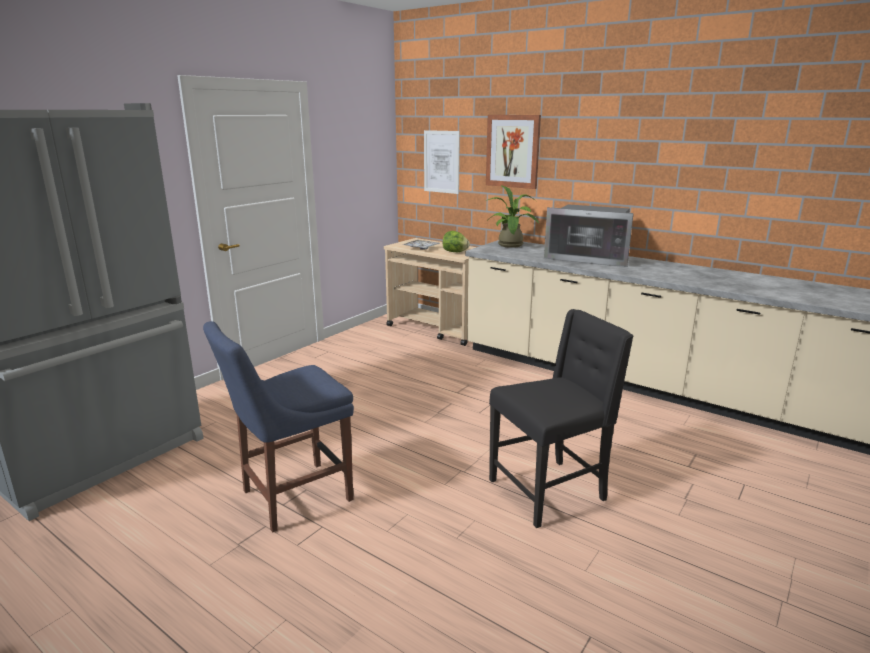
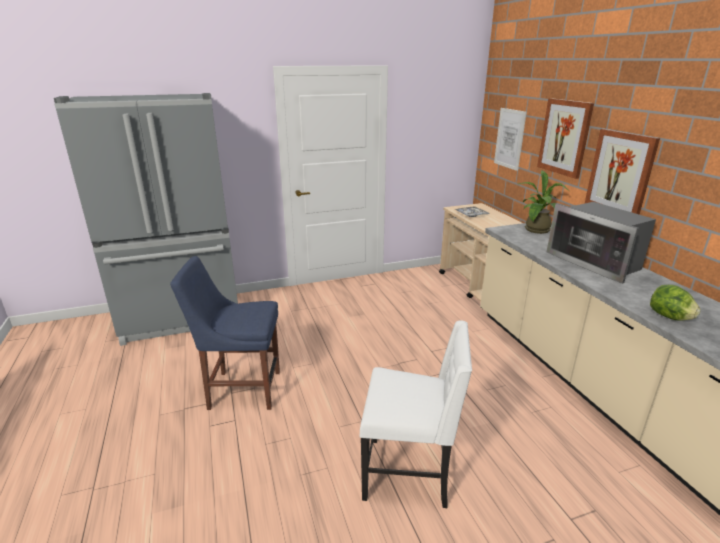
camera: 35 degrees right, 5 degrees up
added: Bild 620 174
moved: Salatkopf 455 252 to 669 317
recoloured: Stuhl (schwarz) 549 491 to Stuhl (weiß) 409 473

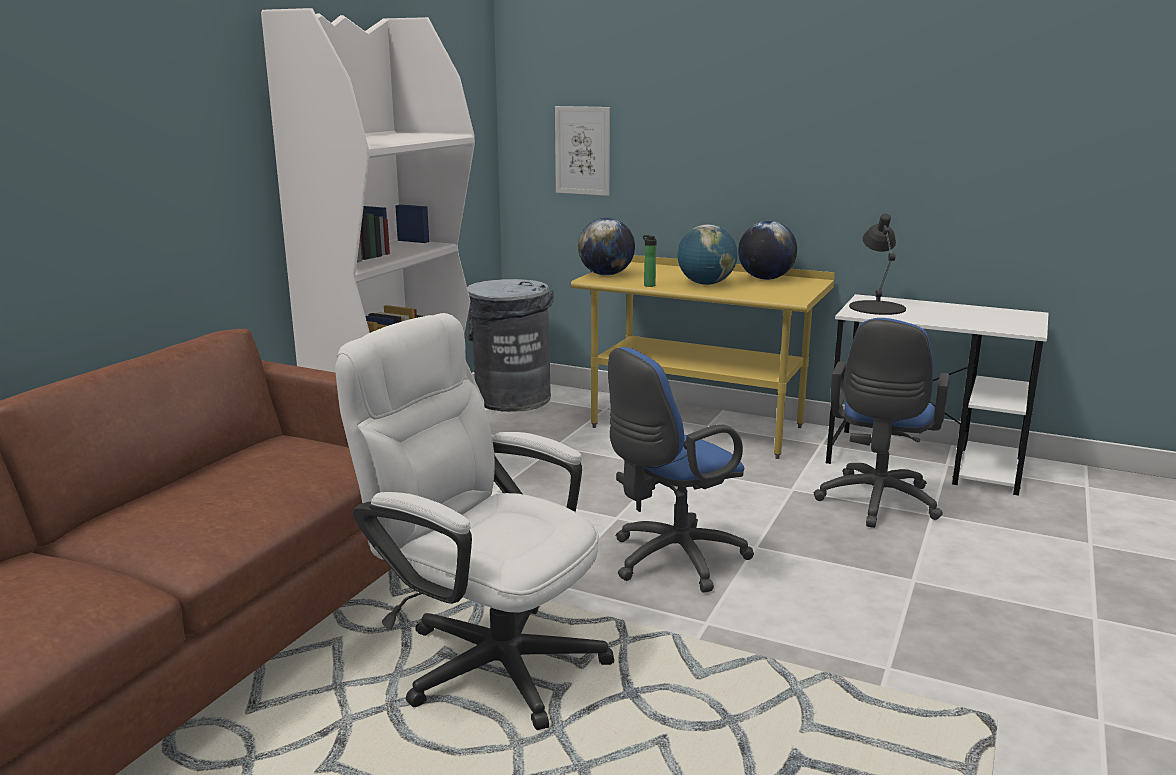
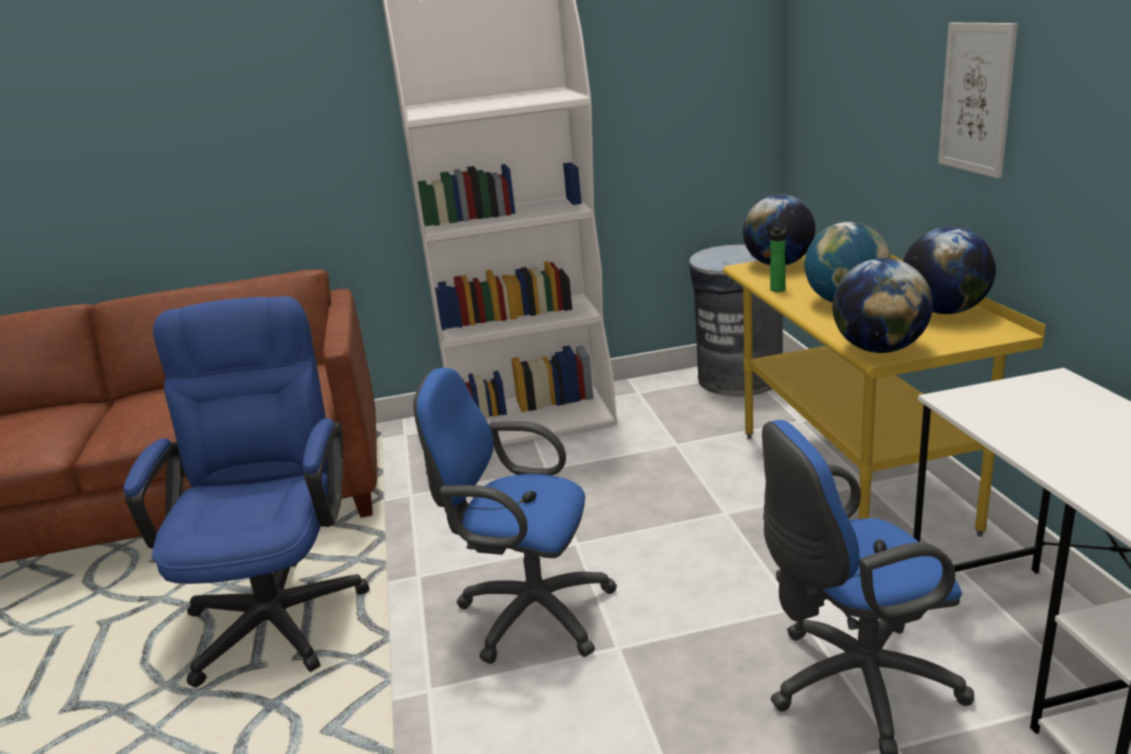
camera: 55 degrees right, 5 degrees up
removed: Tischlampe (schwarz) 877 307
added: Globus 879 349
moved: Bild 582 150 to 976 98
recoloured: Bürostuhl (weiß) 485 657 to Bürostuhl (blau) 280 608

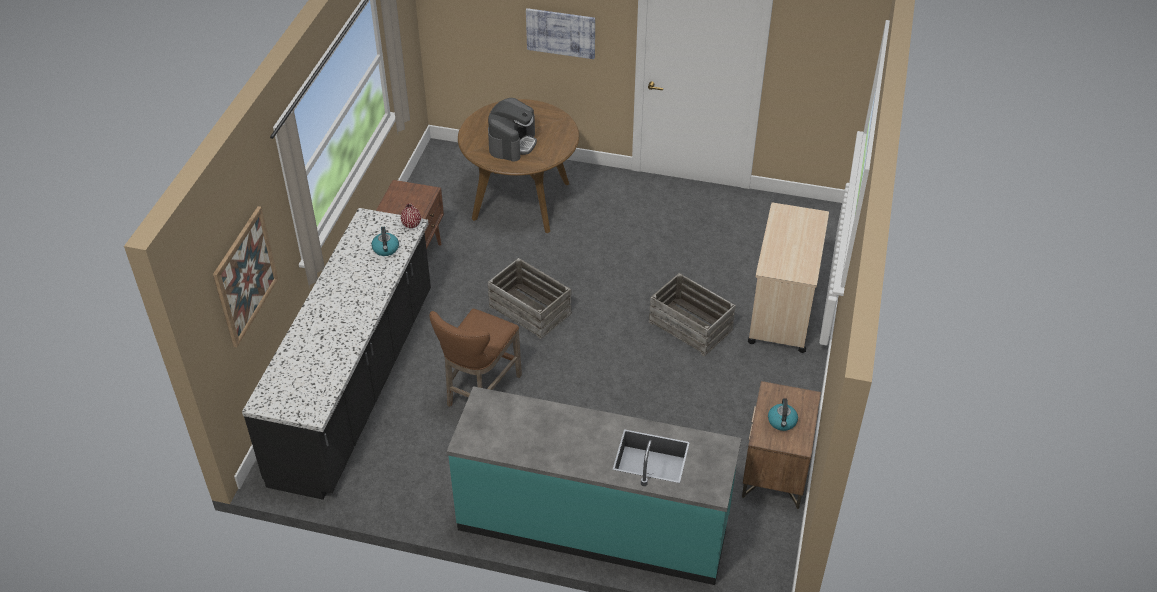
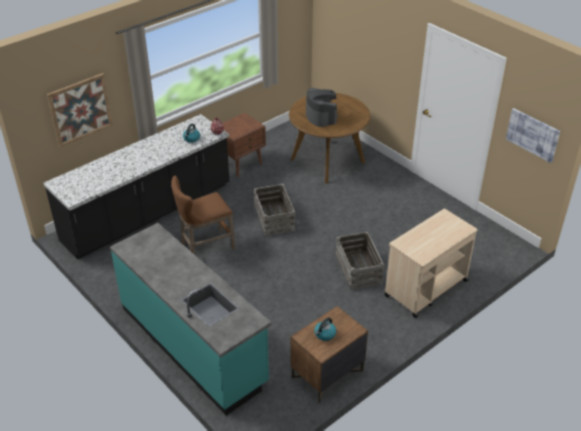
camera: 35 degrees right, 5 degrees down
moved: Bild 561 32 to 532 134
turned: Kaffeemaschine 512 143 = 321 116 75 degrees counterclockwise

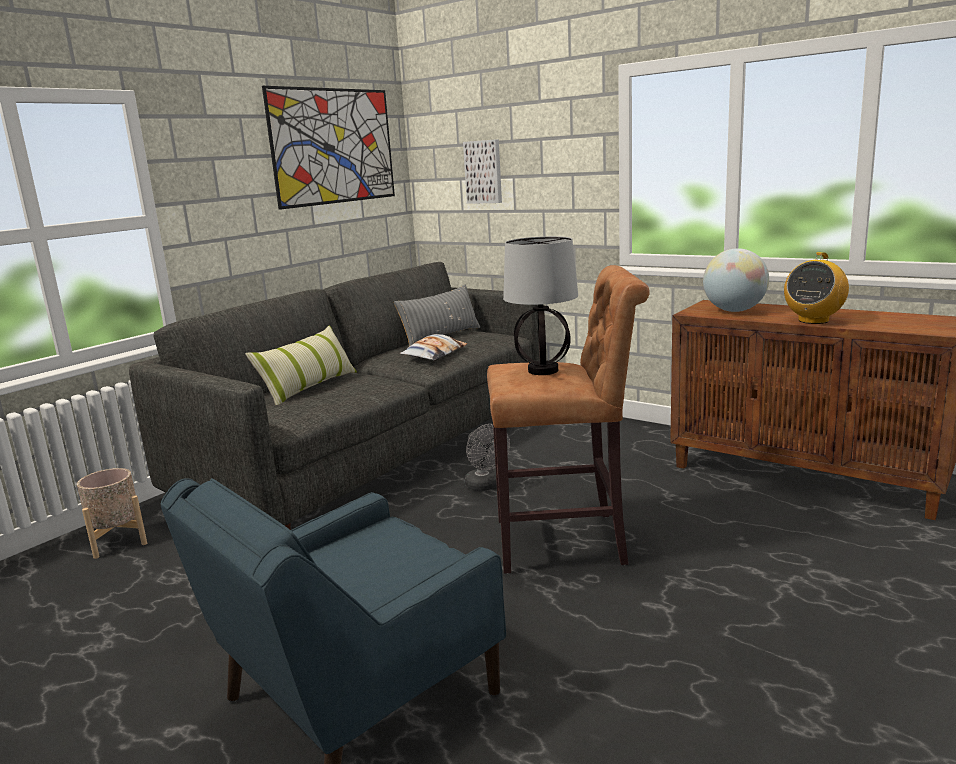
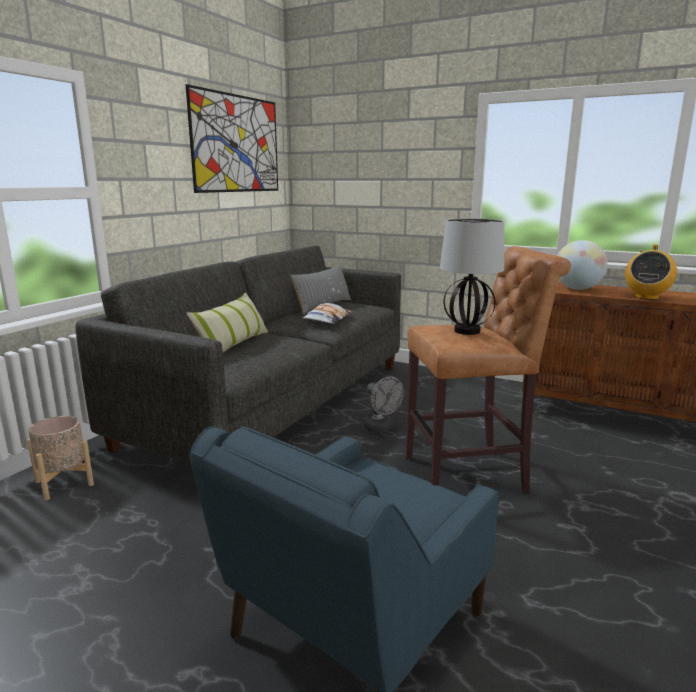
camera: 10 degrees left, 0 degrees up
removed: Bild 484 172

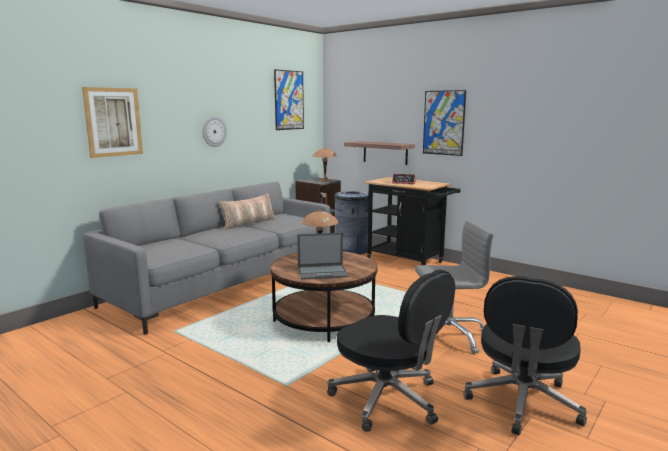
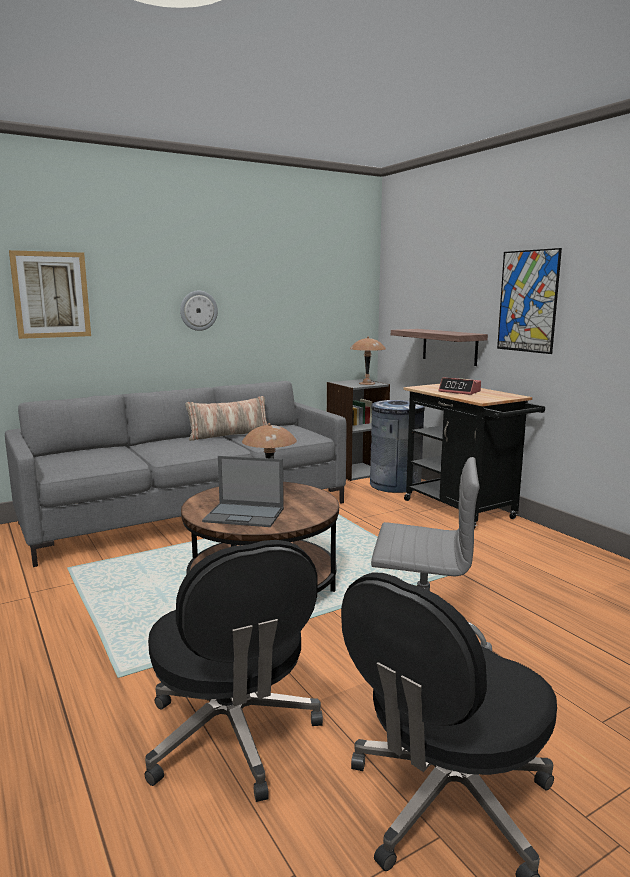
camera: 20 degrees right, 0 degrees up
removed: Bild 289 100

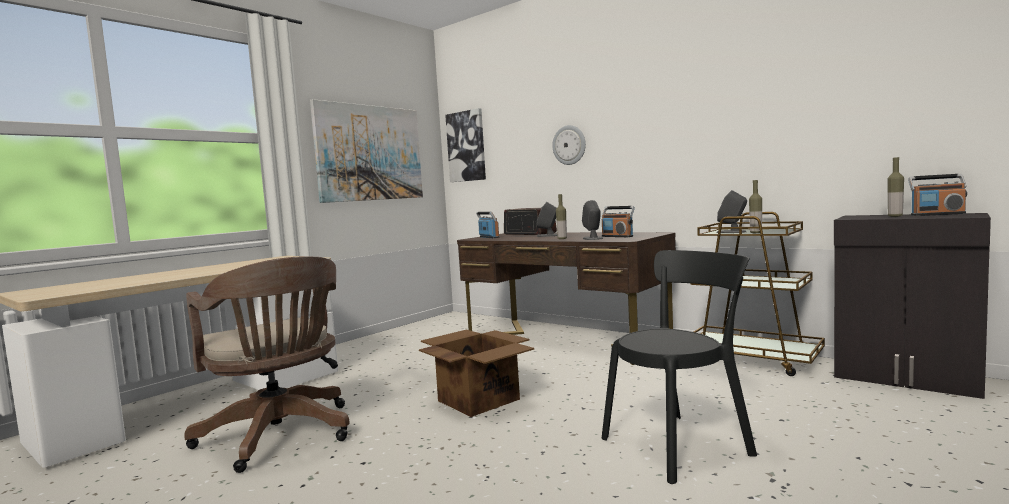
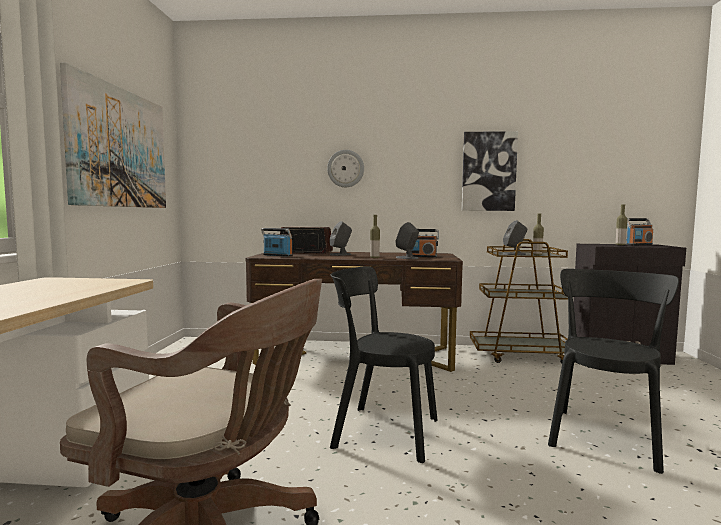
camera: 35 degrees left, 0 degrees up
moved: Bild 466 146 to 488 171
replaced: Karton 478 399 to Stuhl (schwarz) 380 432

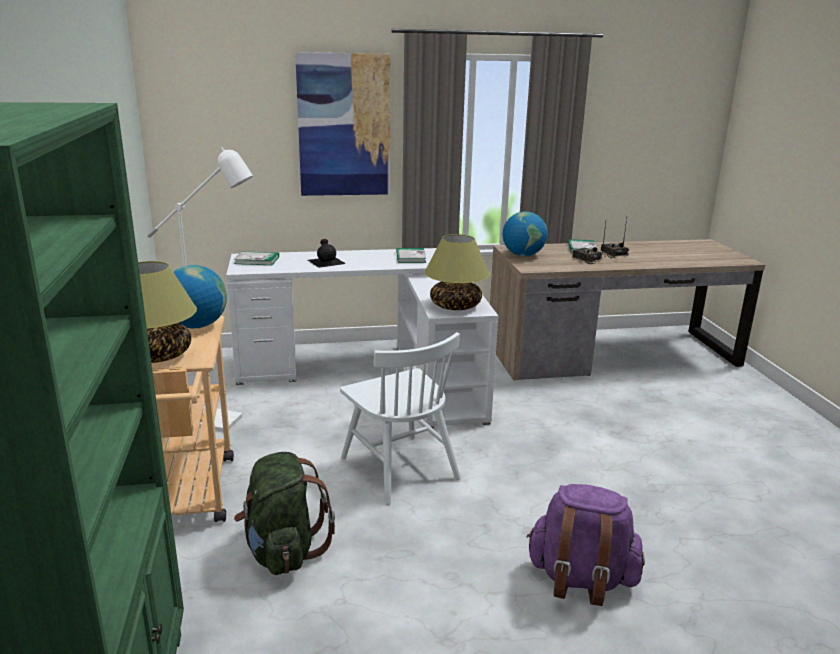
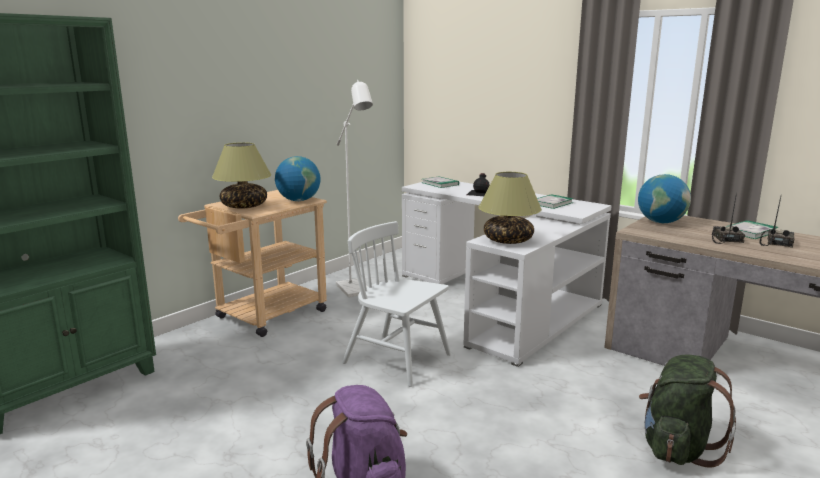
camera: 50 degrees right, 5 degrees down
removed: Bild 344 125
moved: Rucksack (grün) 283 551 to 677 448
turned: Stuhl (weiß) 399 468 = 397 359 105 degrees clockwise

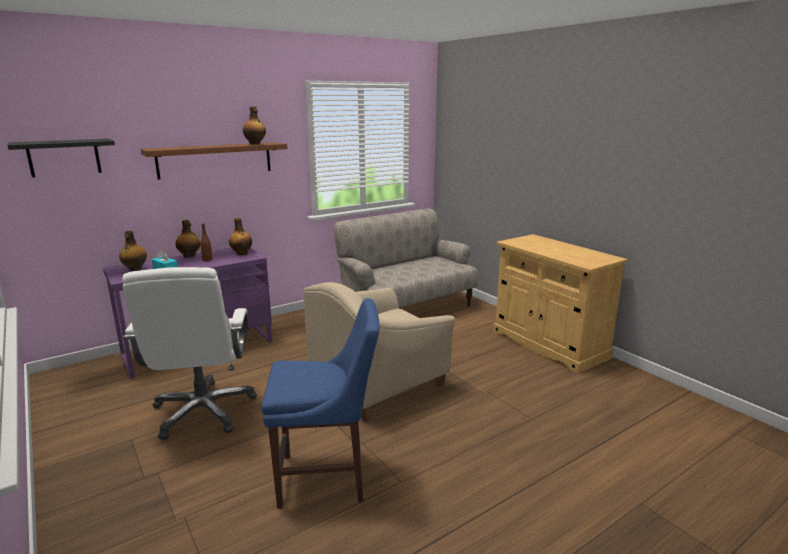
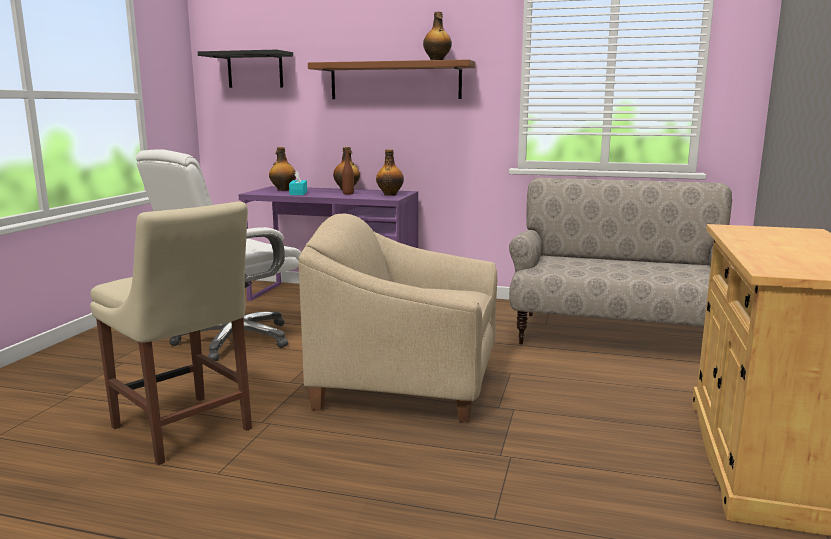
camera: 50 degrees right, 5 degrees down
recoloured: Stuhl (blau) 327 477 to Stuhl (beige) 184 430

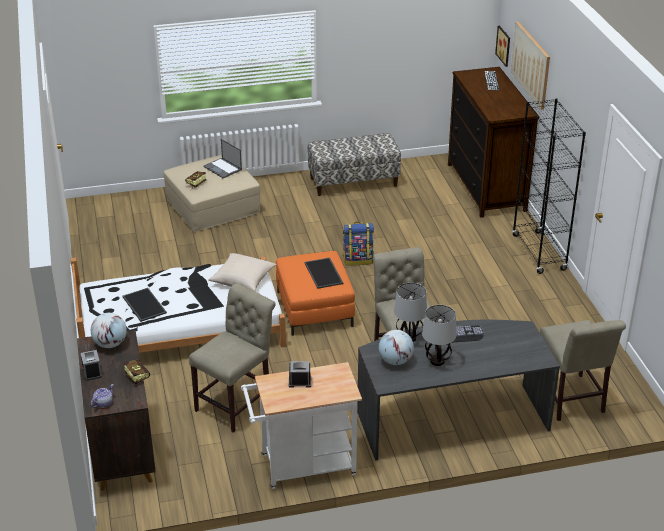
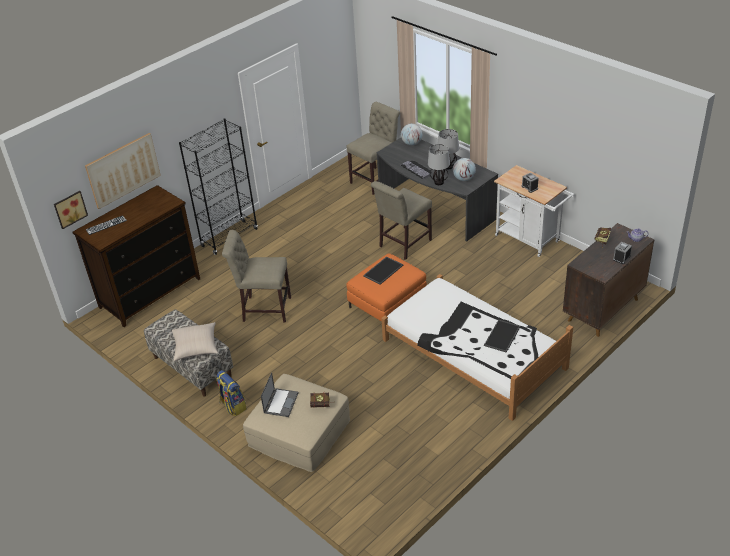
camera: 120 degrees left, 5 degrees up
moved: Kissen (beige) 243 280 to 196 347; Rucksack 358 259 to 232 406; Stuhl (beige) 237 403 to 263 309; Globus 110 344 to 411 143

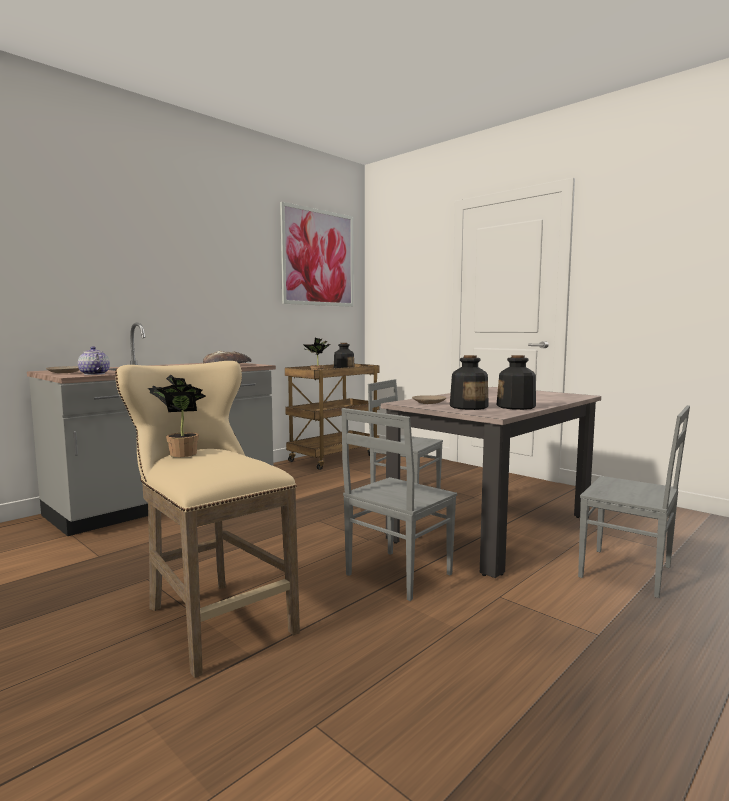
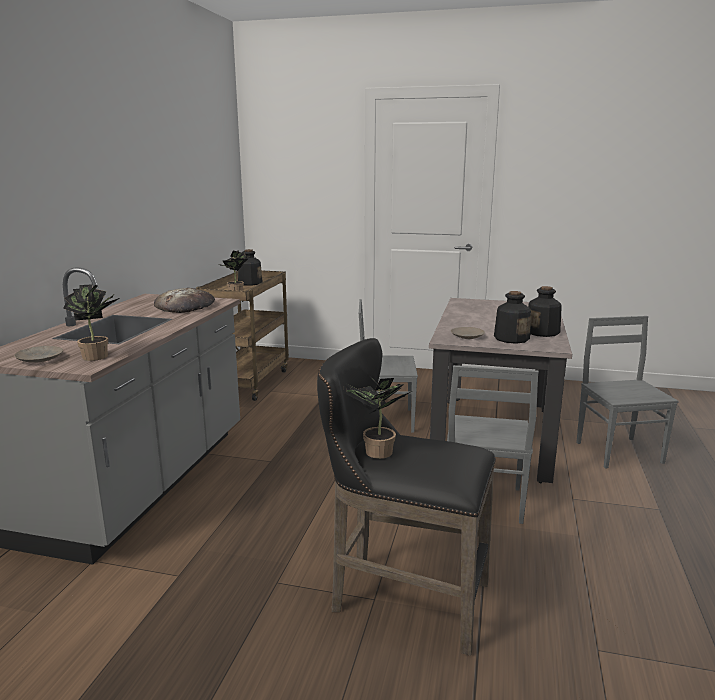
camera: 30 degrees left, 10 degrees up
removed: Bild 318 258
replaced: Teekanne 94 374 to Topfpflanze 99 357
recoloured: Hocker (beige) 213 618 to Hocker (schwarz) 401 597
turned: Stuhl (grau) 627 573 = 619 452 105 degrees counterclockwise

